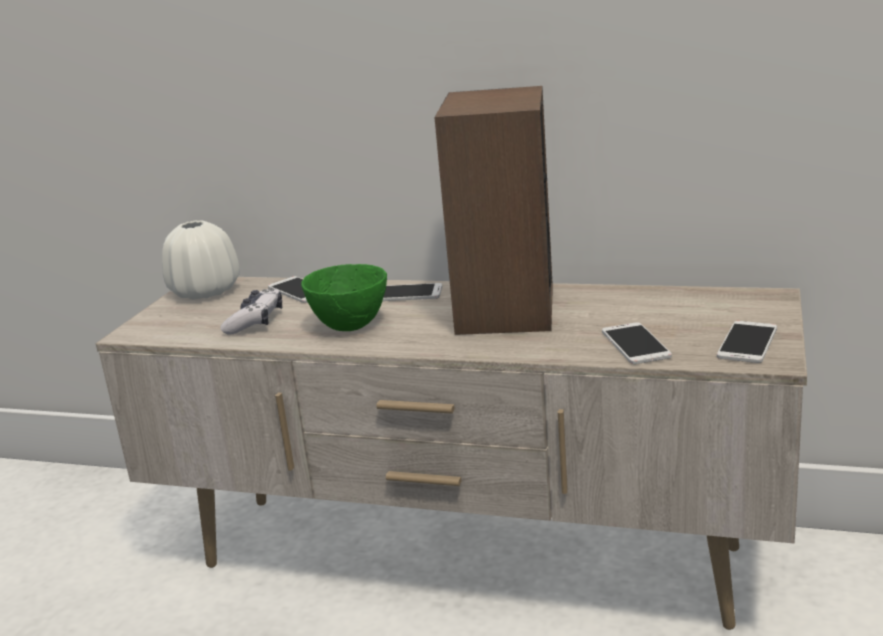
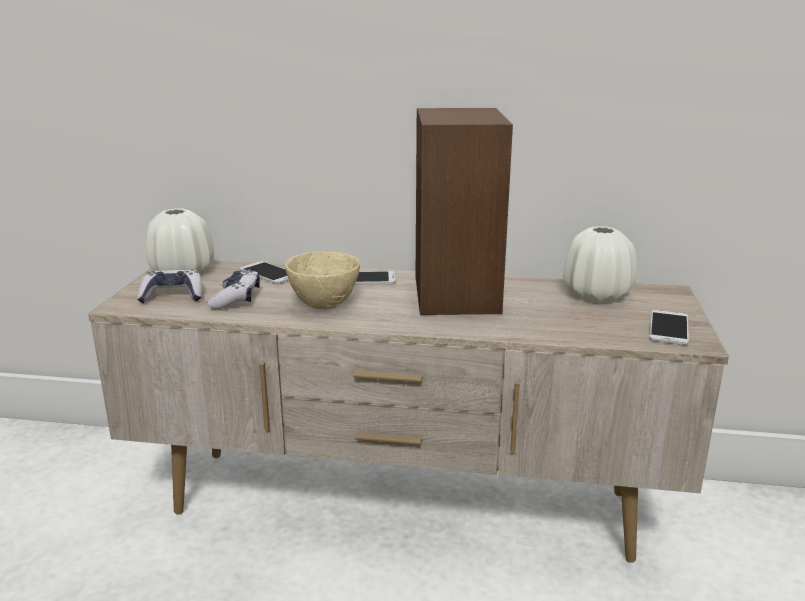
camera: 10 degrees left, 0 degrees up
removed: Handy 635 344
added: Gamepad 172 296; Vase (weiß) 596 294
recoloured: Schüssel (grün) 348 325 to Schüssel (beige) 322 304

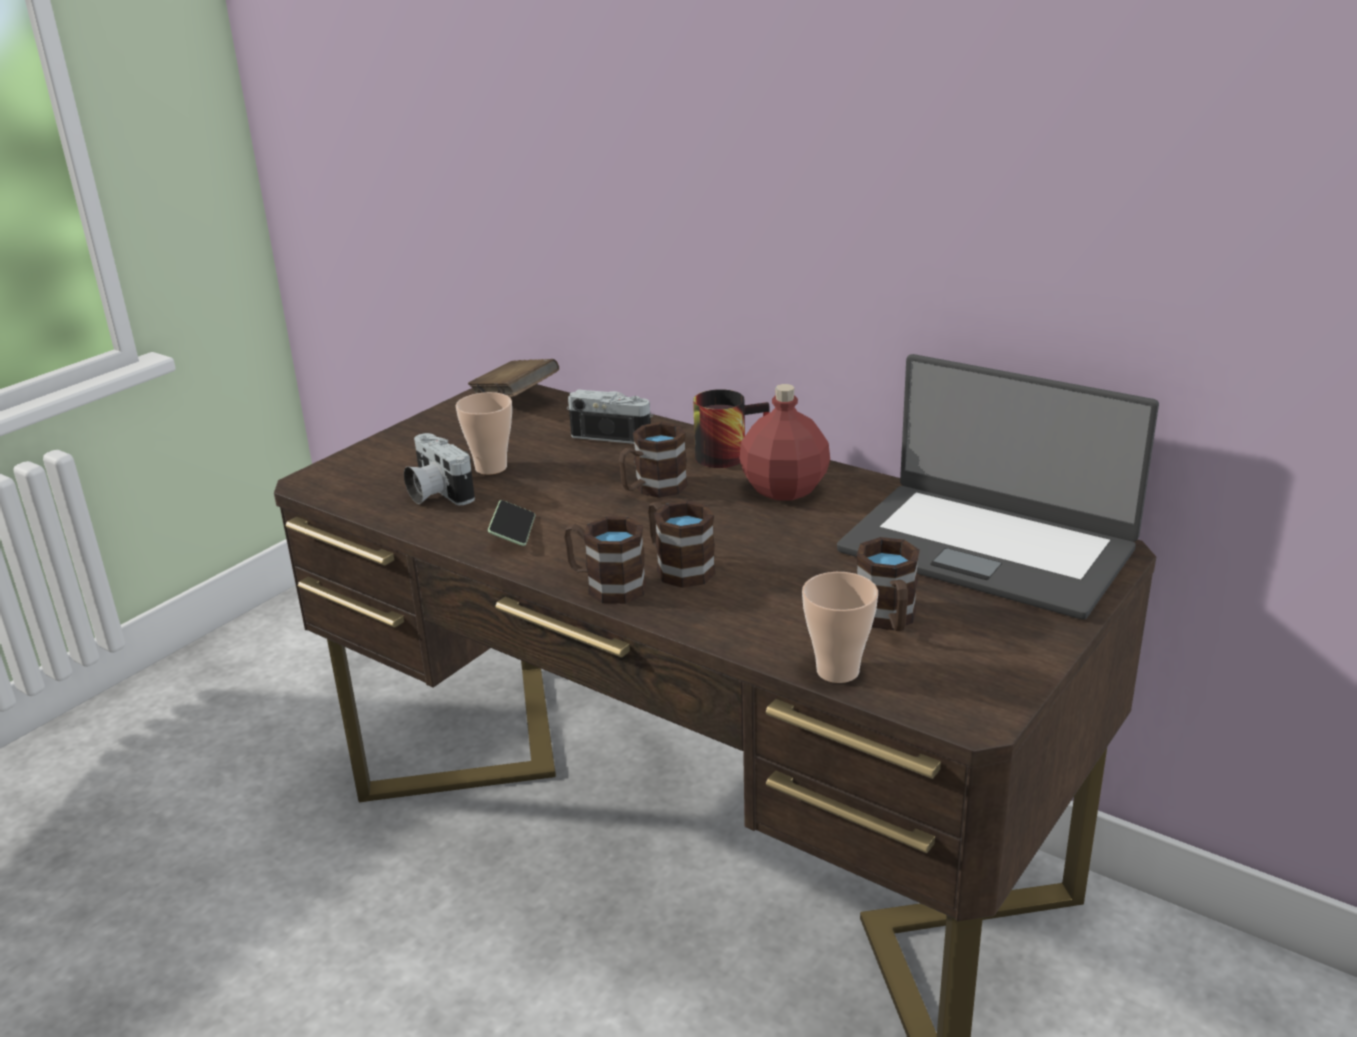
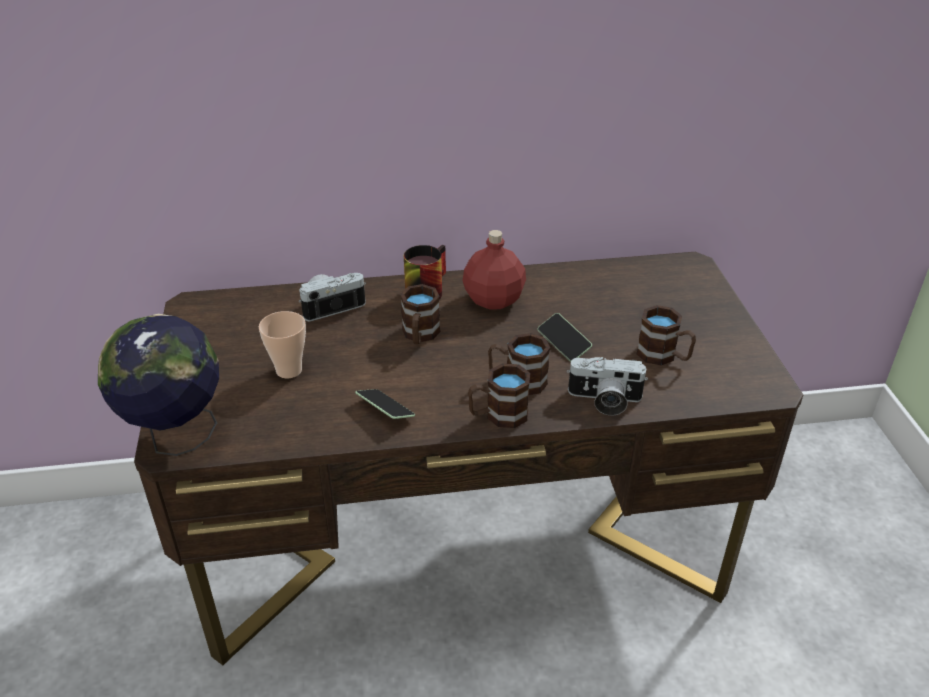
camera: 45 degrees left, 10 degrees up
removed: Buch (braun) 515 399; Tasse 837 671; Laptop 987 548
added: Globus 176 437; Handy 563 344
moved: Kamera 435 493 to 604 400

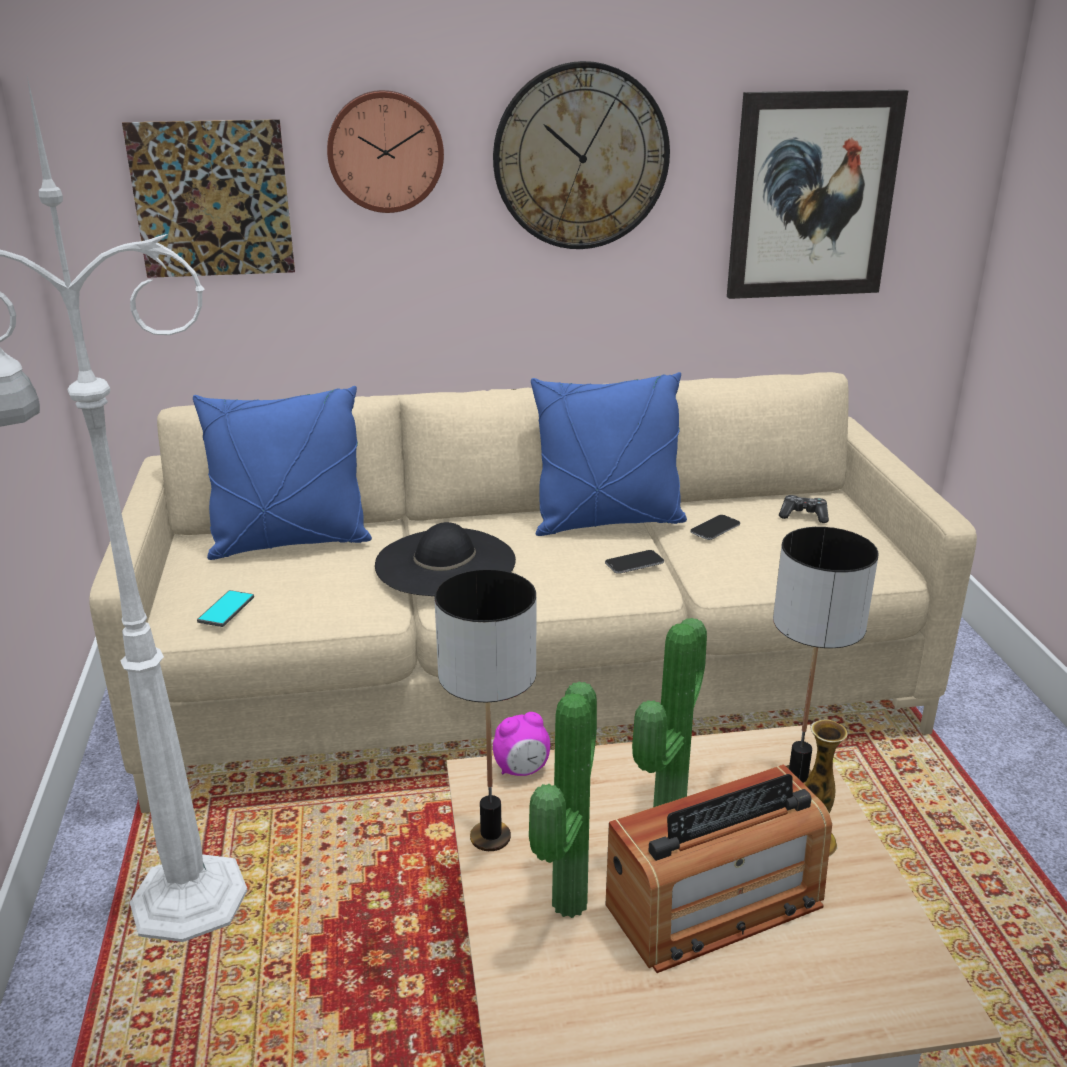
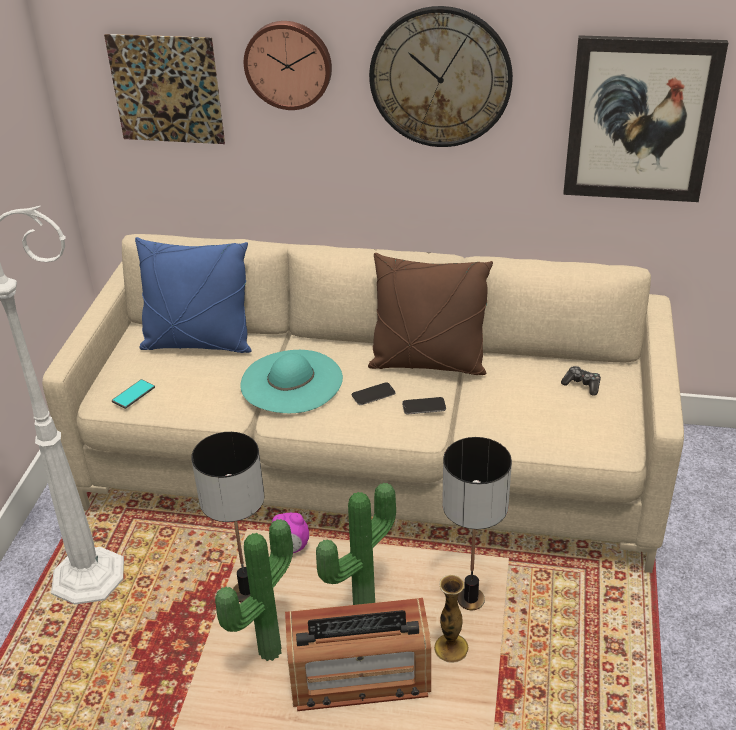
camera: 20 degrees right, 10 degrees up
moved: Handy 715 528 to 373 394
recoloured: Hut (schwarz) 445 563 to Hut (türkis) 291 381; Kissen (blau) 607 522 to Kissen (braun) 428 363

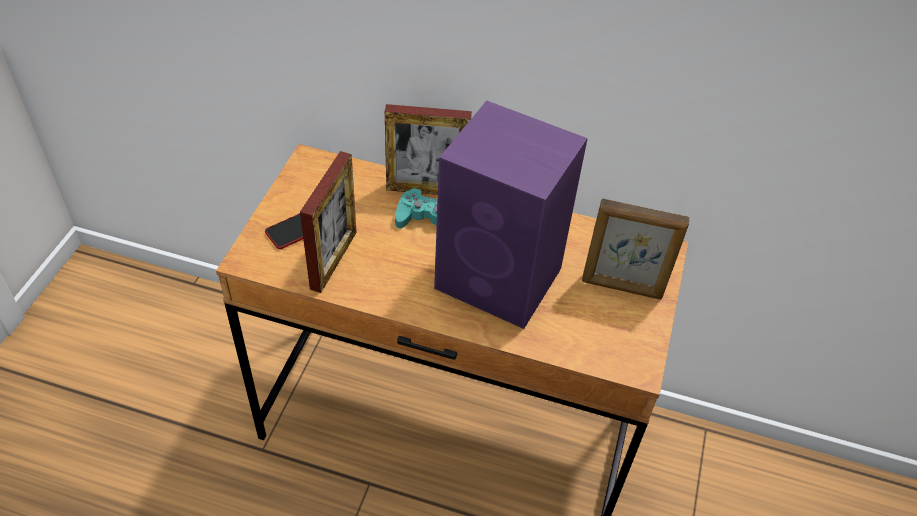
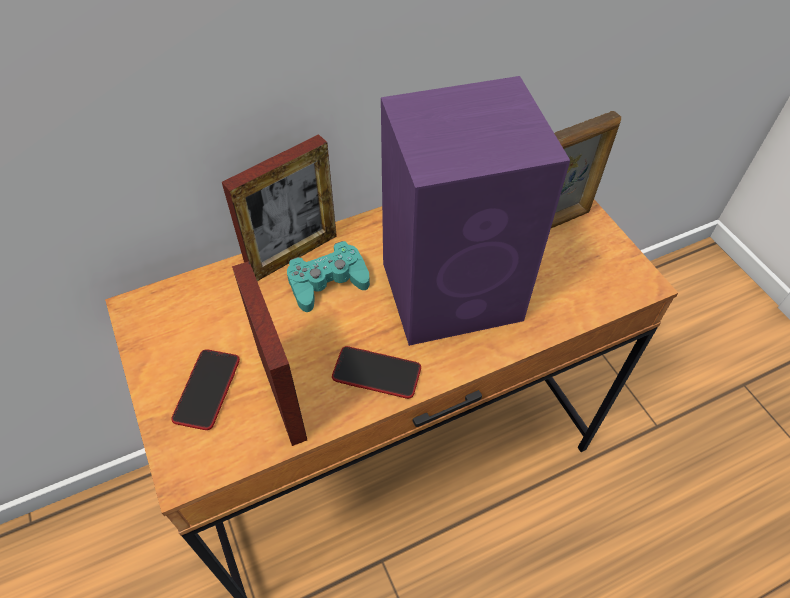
camera: 40 degrees left, 5 degrees up
added: Handy 376 373

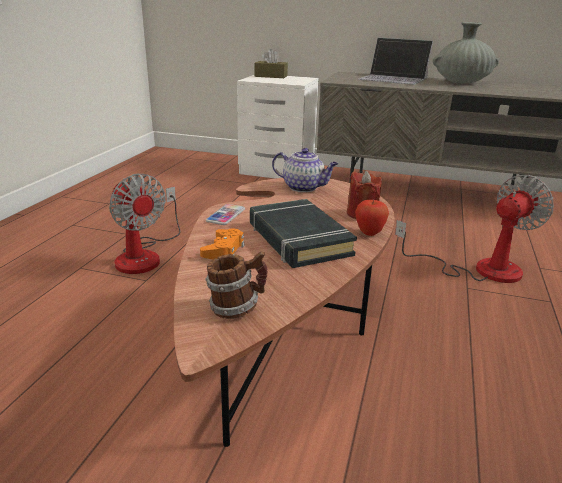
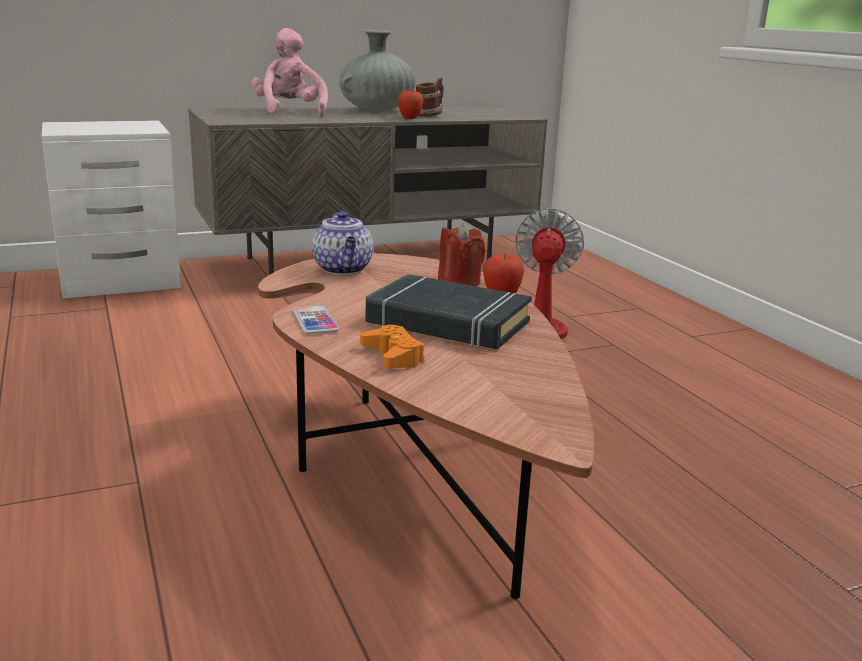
camera: 40 degrees left, 5 degrees down
removed: Ventilator 145 255; Taschentuchbox (braun) 271 76
added: Apfel 410 119
moved: Henkelbecher 236 308 to 429 115
replaced: Laptop 394 79 to Plüschtier (rosa) 289 112
turned: Teekanne 304 187 = 343 269 90 degrees clockwise

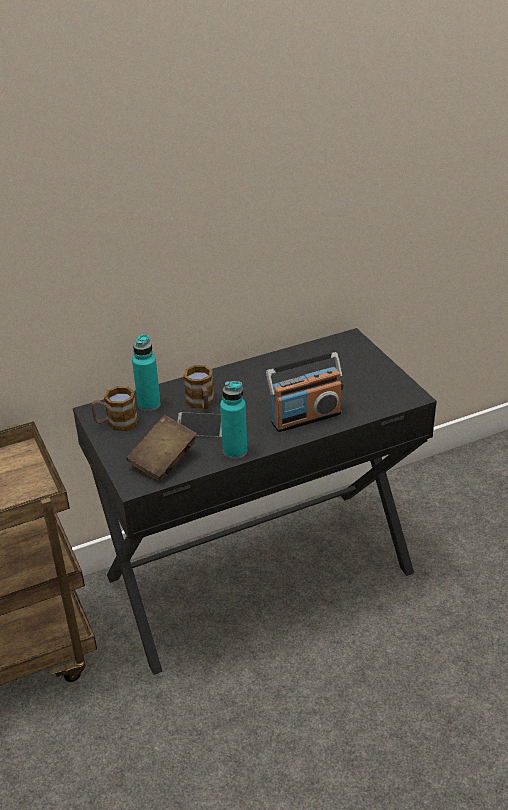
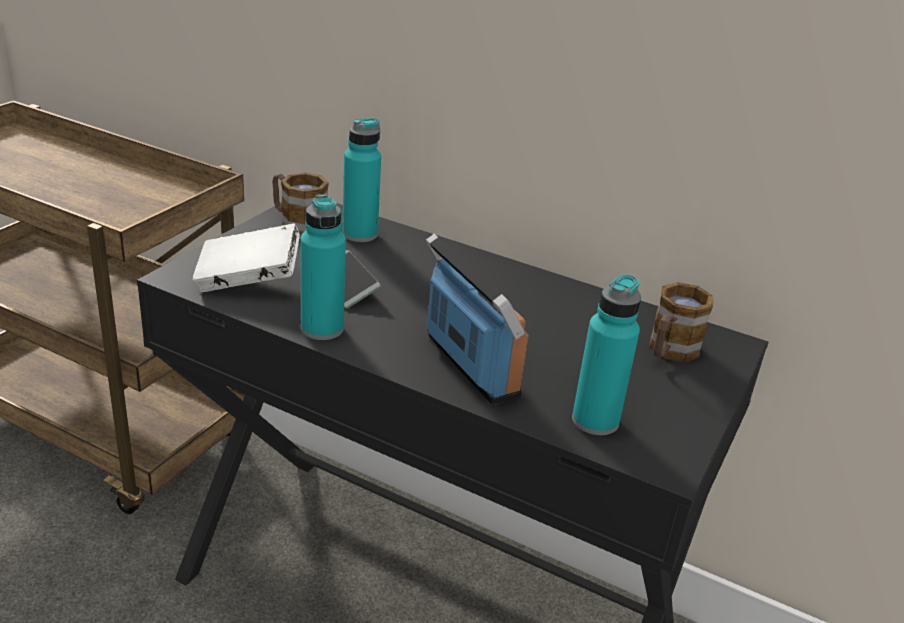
camera: 50 degrees right, 5 degrees down
added: Flasche (türkis) 595 421
moved: Henkelbecher 201 403 to 669 352
recoloured: Buch (braun) 163 461 to Buch (weiß) 248 280
turned: Radio 305 417 = 470 366 150 degrees counterclockwise

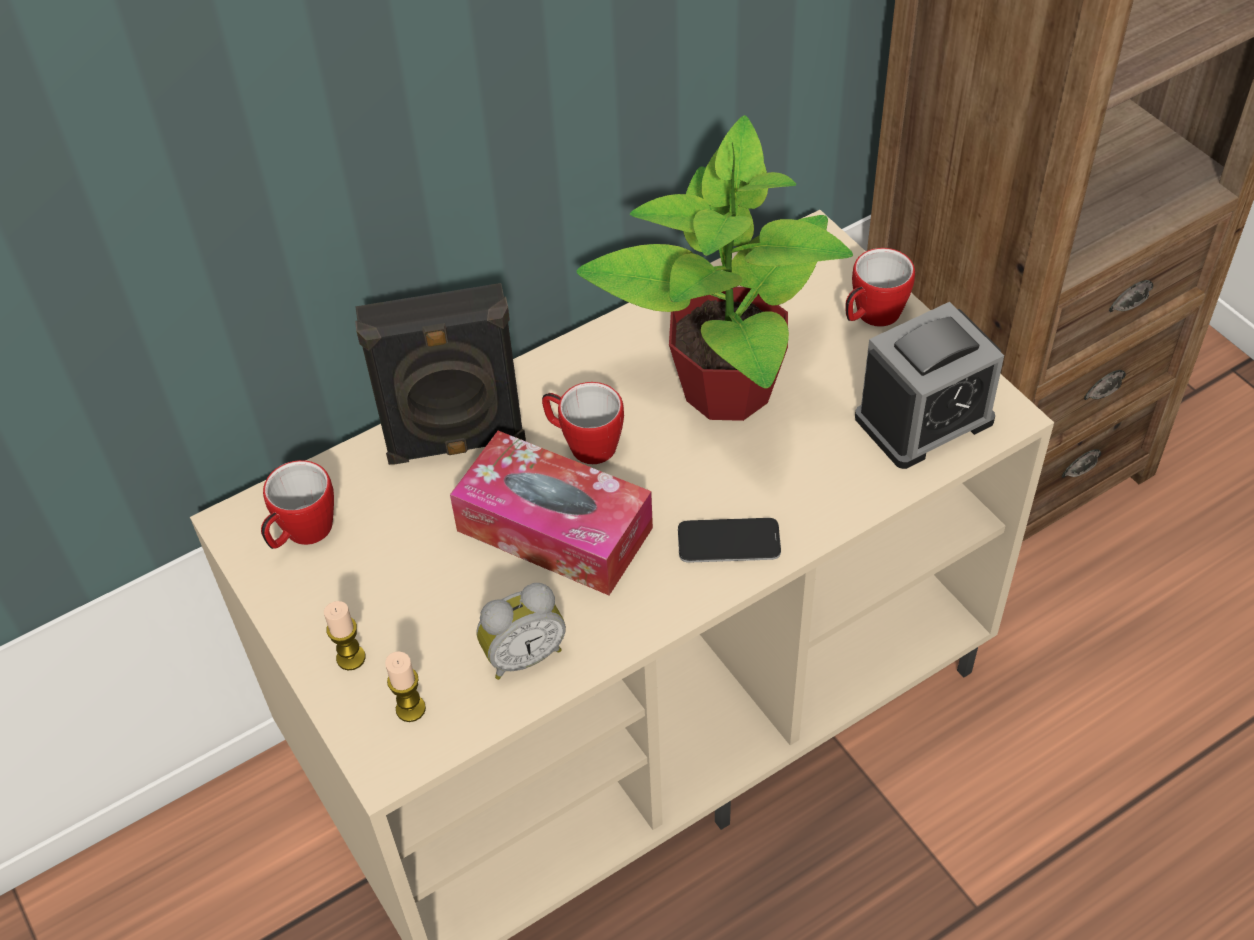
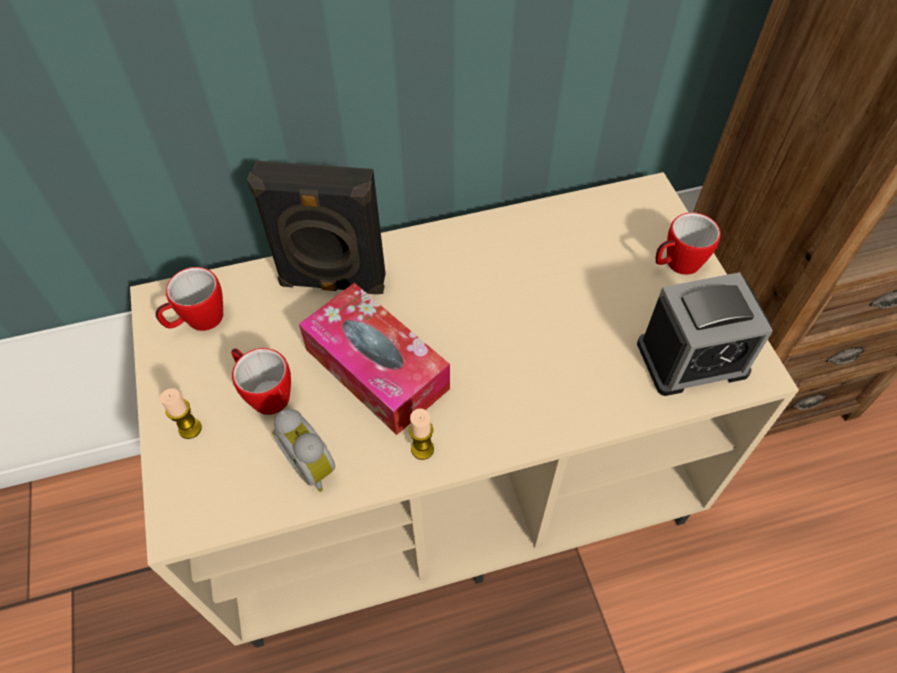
camera: 15 degrees right, 5 degrees up
removed: Topfpflanze 726 387; Handy 729 542
moved: Henkelbecher 584 444 to 265 393; Kerze 410 709 to 422 449
turned: Wecker 523 655 = 314 465 60 degrees clockwise

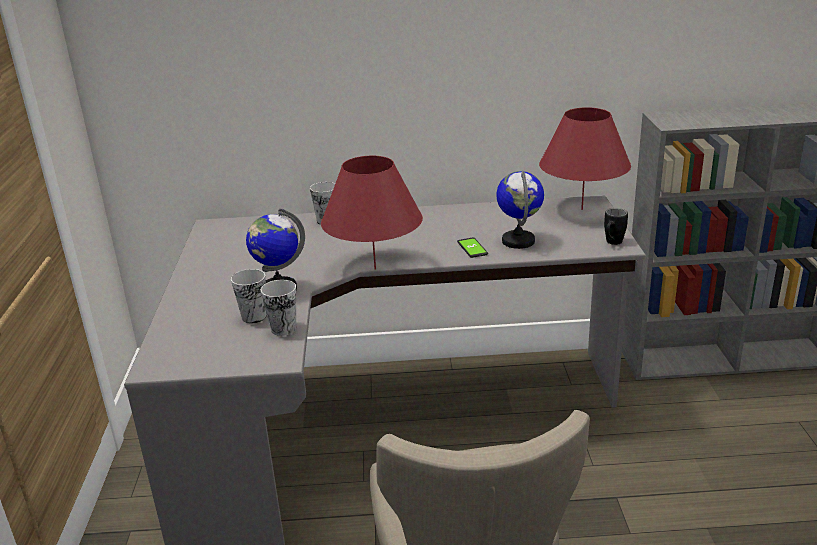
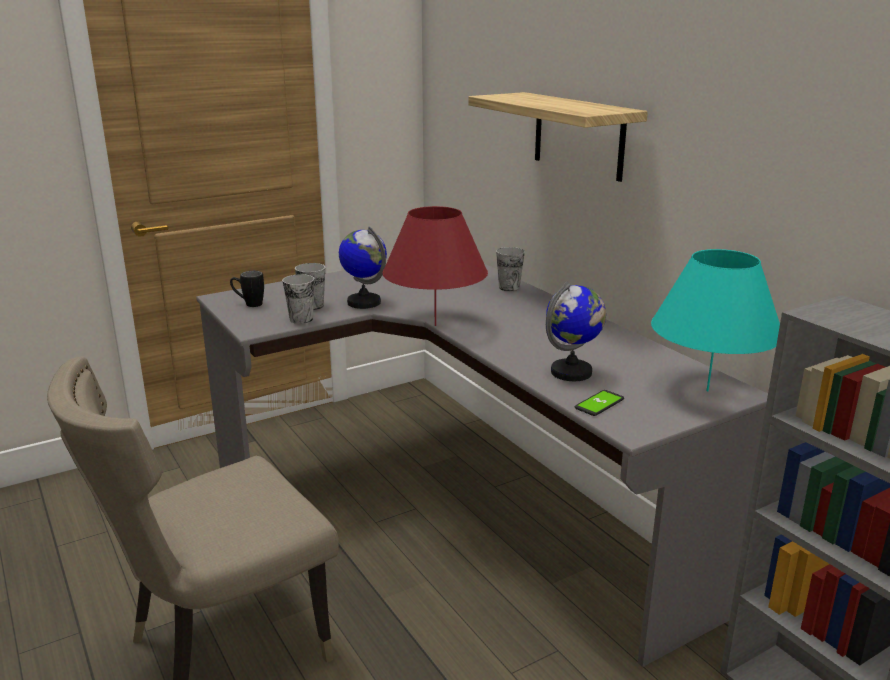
camera: 60 degrees right, 5 degrees down
added: Wandregal 578 135
moved: Henkelbecher (schwarz) 612 243 to 248 304; Handy 472 248 to 599 404
recoloured: Tischlampe (rot) 582 209 to Tischlampe (türkis) 707 391

